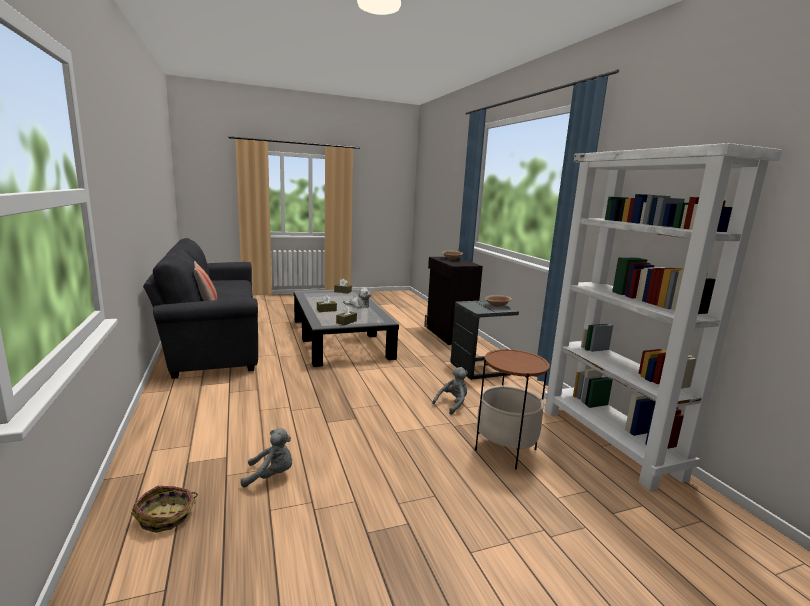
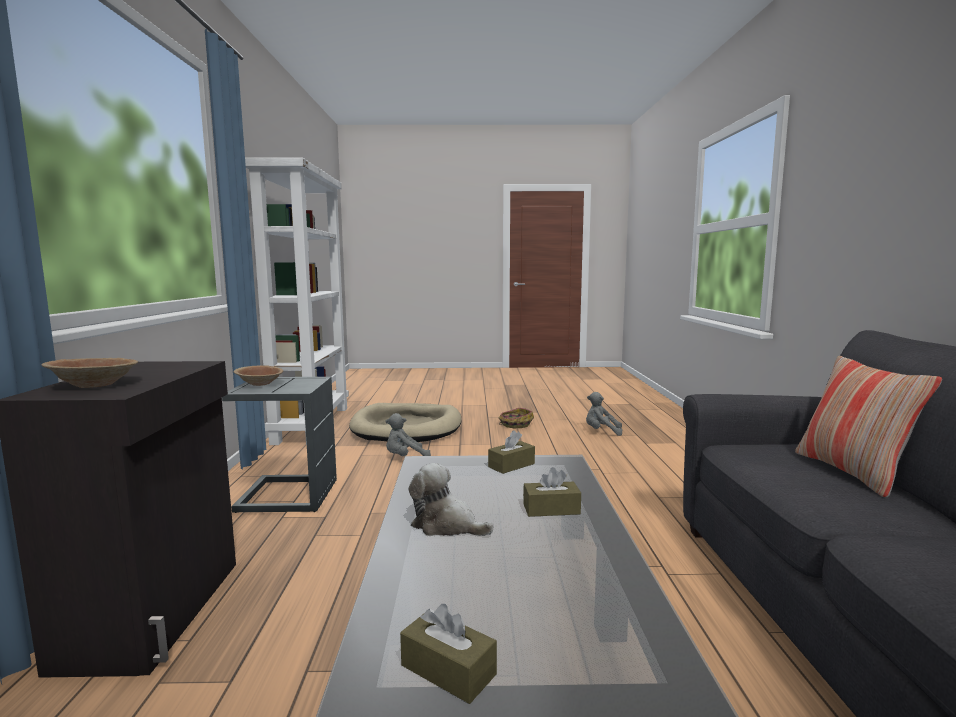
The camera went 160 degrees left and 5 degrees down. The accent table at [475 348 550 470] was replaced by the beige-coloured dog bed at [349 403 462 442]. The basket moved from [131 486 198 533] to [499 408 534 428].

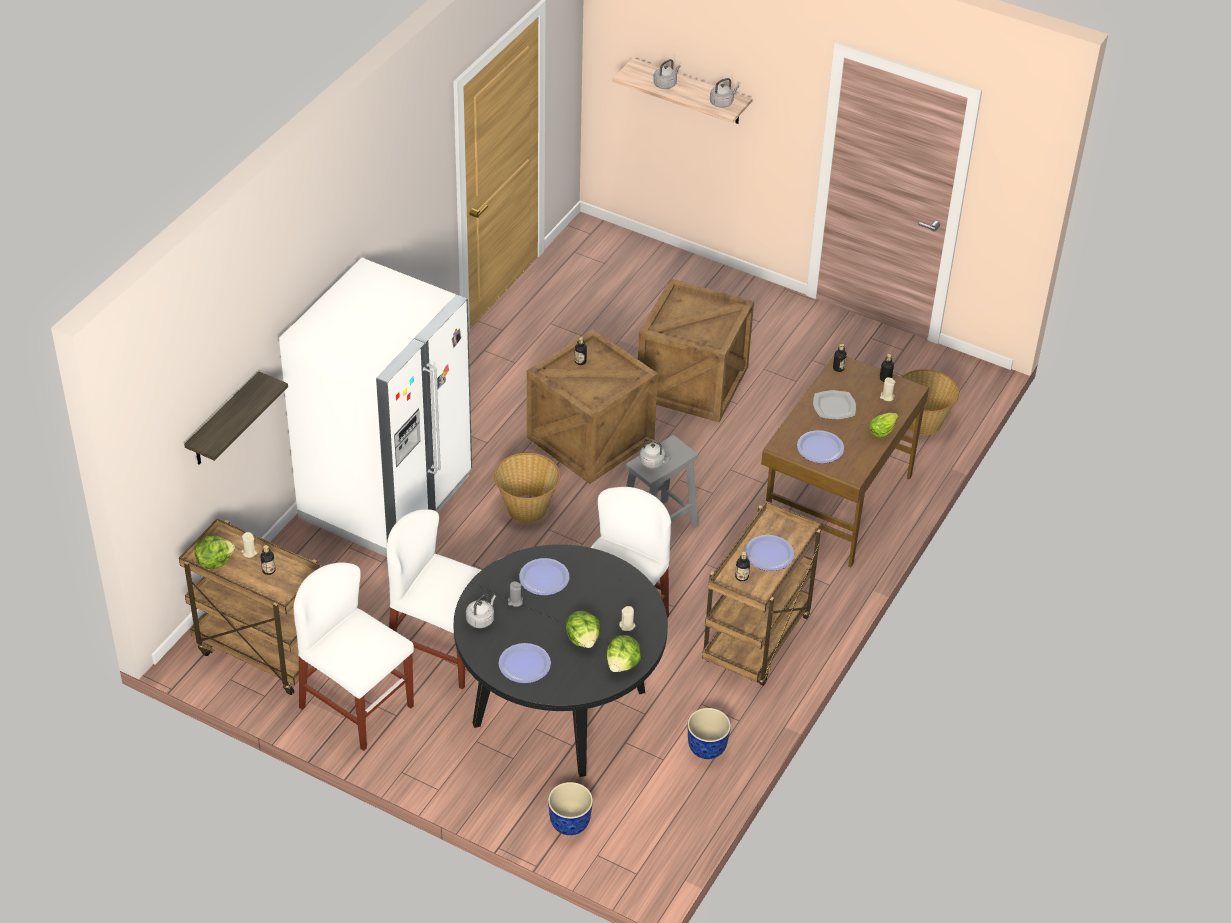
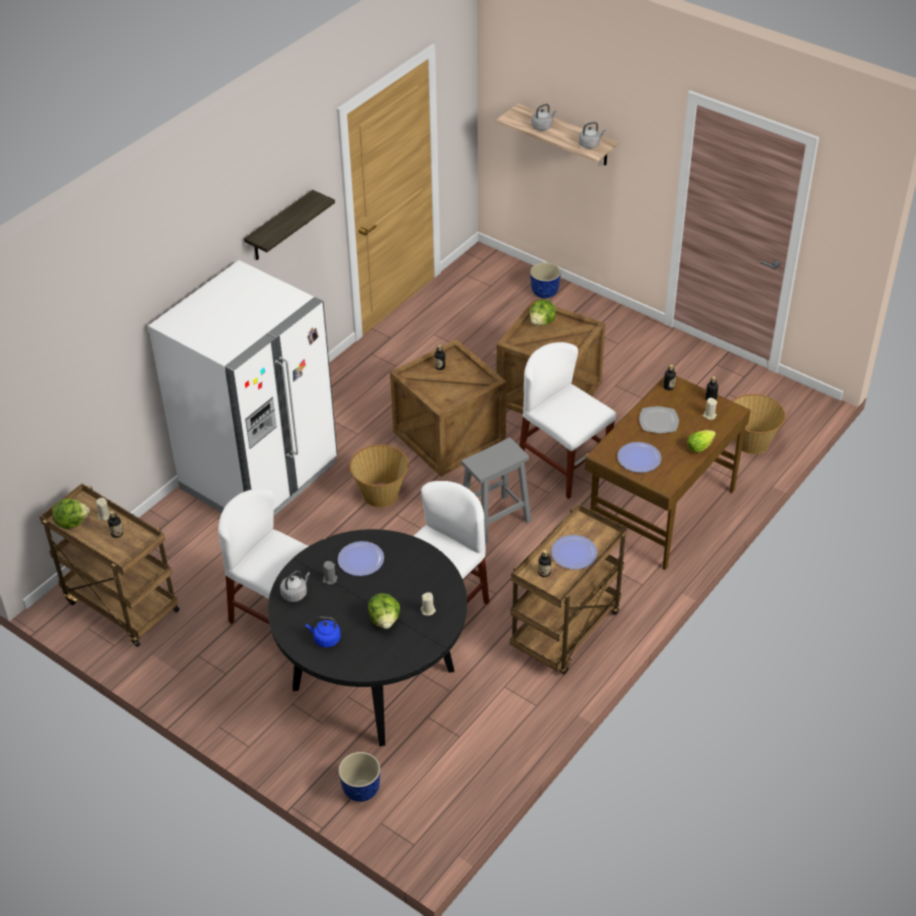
The camera went 10 degrees right and 0 degrees up. The bracket shelf moved from [184 371 288 465] to [244 190 335 260]. The flat dish at [499 643 551 683] was replaced by the blue-coloured kettle at [306 617 340 648]. The white-coloured plain chair moved from [293 562 414 751] to [519 342 616 499]. The plant pot moved from [687 708 731 759] to [530 262 561 298]. The lettuce moved from [606 635 641 672] to [530 299 556 325]. The gray kettle at [640 438 671 469] disappeared.

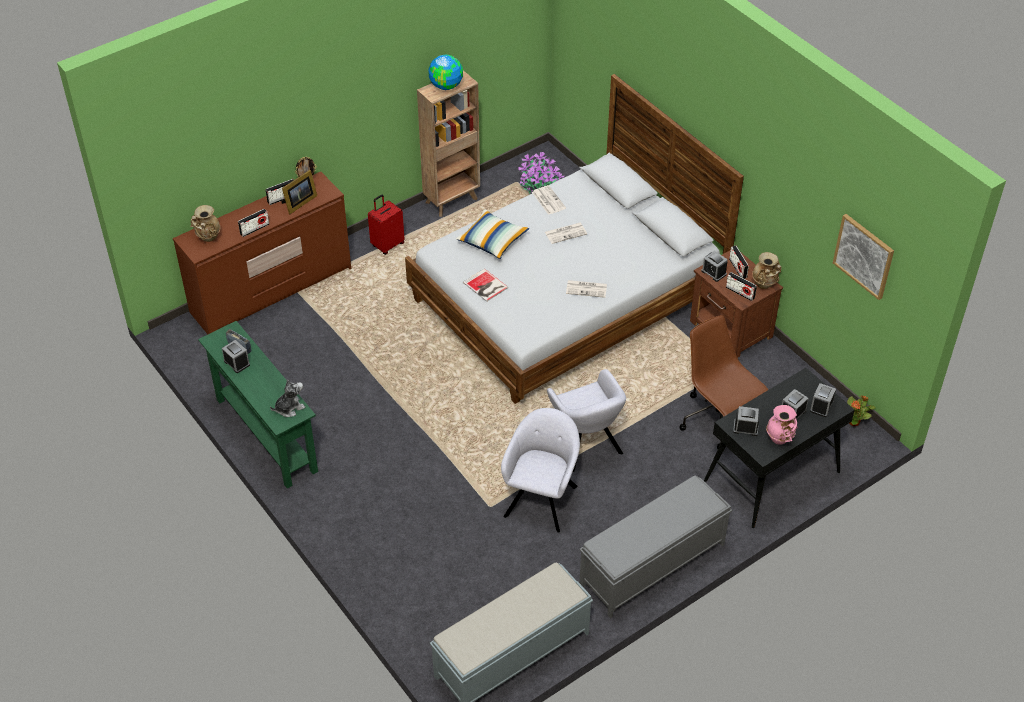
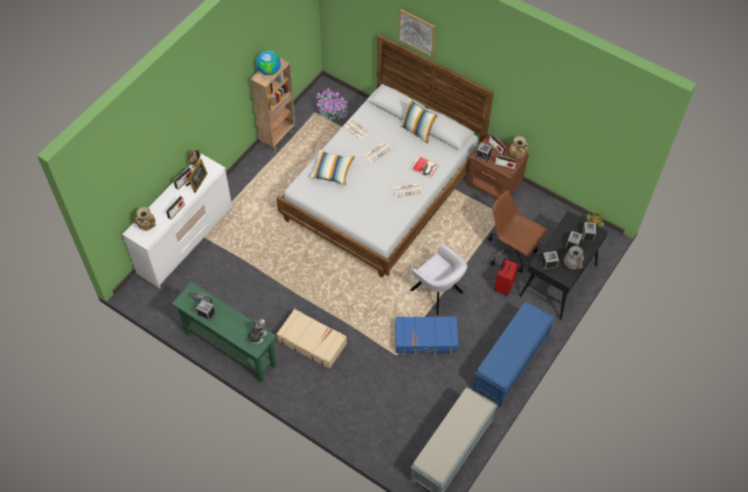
The camera went 20 degrees left and 10 degrees up. The brown-coloured drawer chest at [173 172 351 334] became the white-coloured drawer chest at [122 154 233 288]. The beige-coloured travel case at [277 309 347 369] appeared. The gray armchair at [501 408 580 533] was replaced by the blue-coloured travel case at [395 316 459 355]. The picture moved from [833 214 894 300] to [398 9 436 57]. The pillow at [400 97 438 144] appeared. The volume moved from [463 268 508 302] to [409 155 439 178]. The gray indoor bench at [579 476 732 618] became the blue-coloured indoor bench at [473 302 555 408]. The red travel case moved from [368 194 404 255] to [494 258 519 296]. The pink decorative vase at [766 405 798 445] became the gray decorative vase at [564 246 584 270].

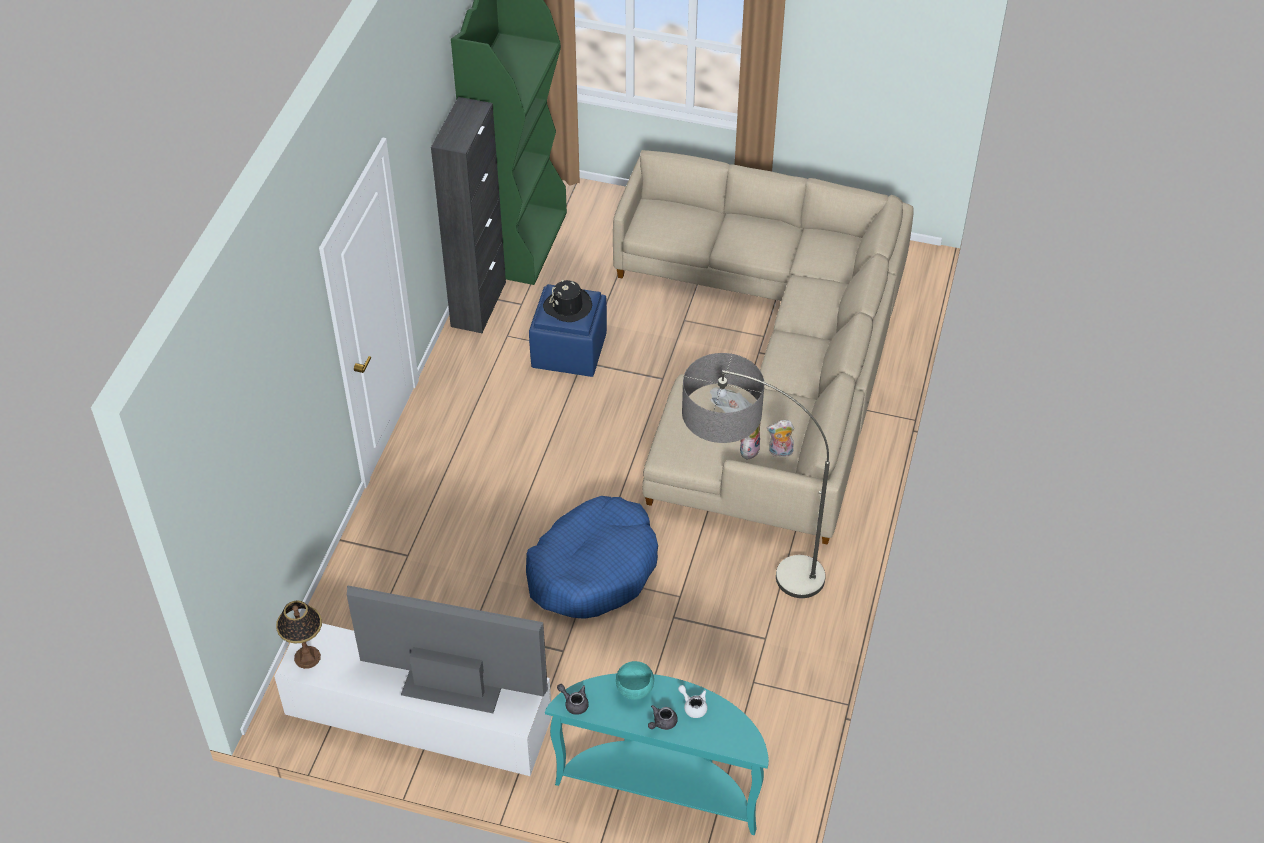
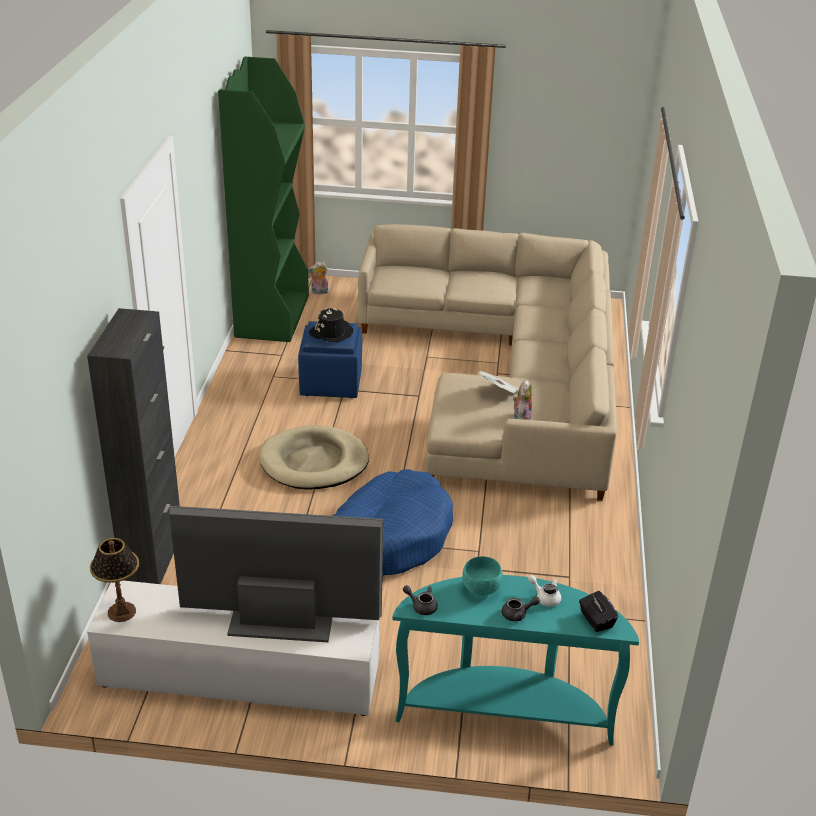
The camera went 10 degrees left and 15 degrees down. The black cupboard moved from [431 97 506 333] to [87 308 180 584]. The beige-coloured dog bed at [259 425 369 490] appeared. The soft toy moved from [767 420 794 457] to [308 261 329 295]. The gray tea pot at [648 705 678 730] turned 135 degrees counterclockwise. The black tissue holder at [579 591 618 632] appeared. The floor lamp at [682 353 830 598] disappeared.

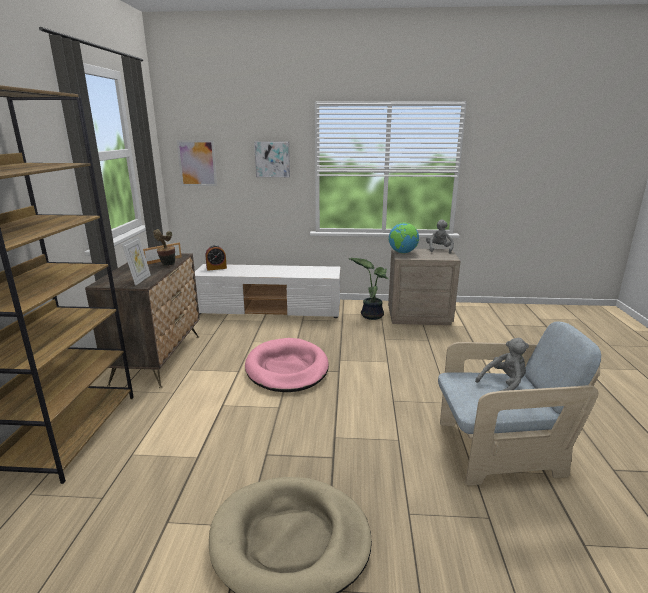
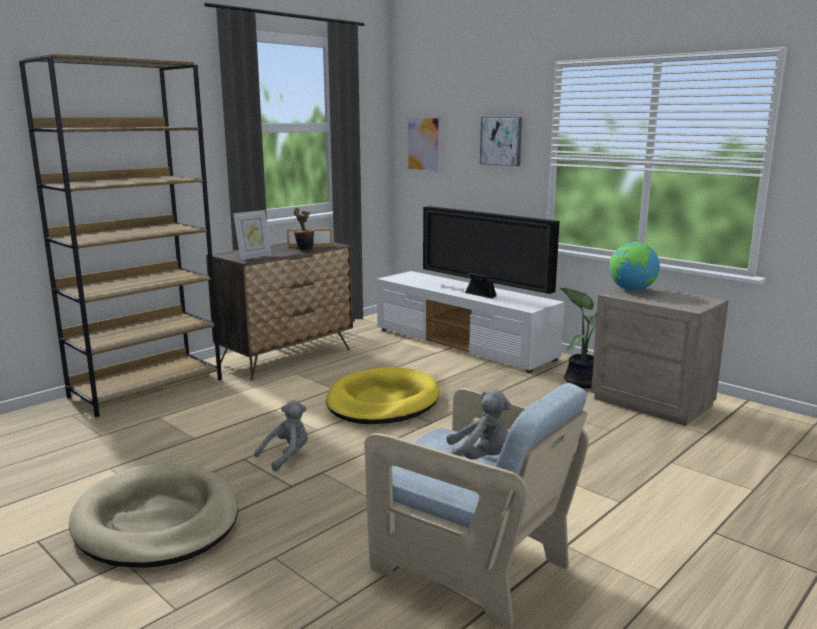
The camera went 40 degrees right and 5 degrees down. The gray soft toy moved from [426 220 454 254] to [254 401 308 471]. The pink dog bed at [245 338 329 392] became the yellowish dog bed at [326 367 439 424]. The television at [423 206 560 299] appeared. The table clock at [205 245 227 271] disappeared.

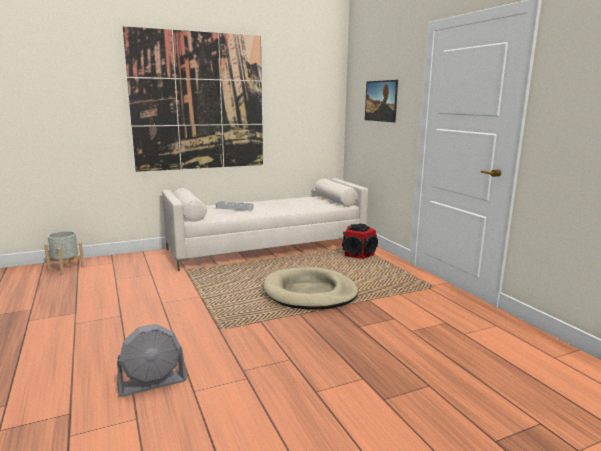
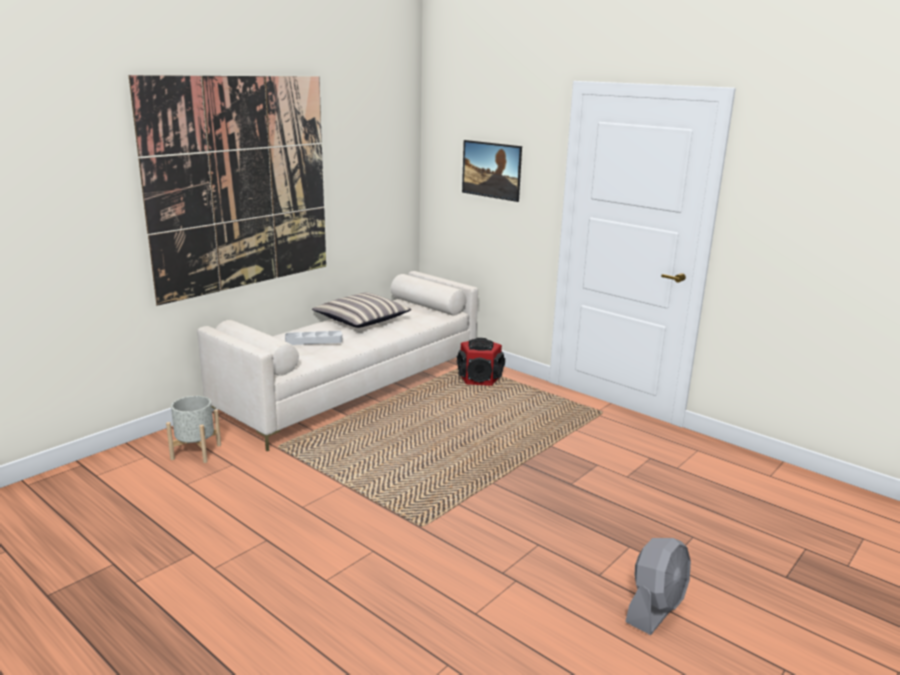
The camera went 25 degrees left and 5 degrees up. The gray plant pot moved from [44 231 85 274] to [166 396 221 463]. The pillow at [312 293 411 328] appeared. The gray fan moved from [117 324 187 397] to [625 538 691 635]. The beige-coloured dog bed at [263 267 358 310] disappeared.

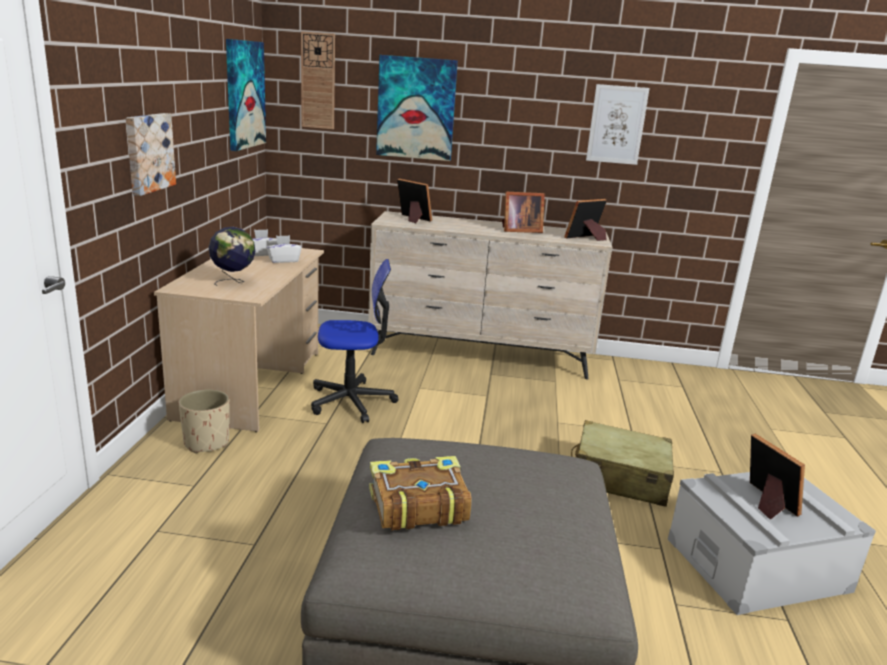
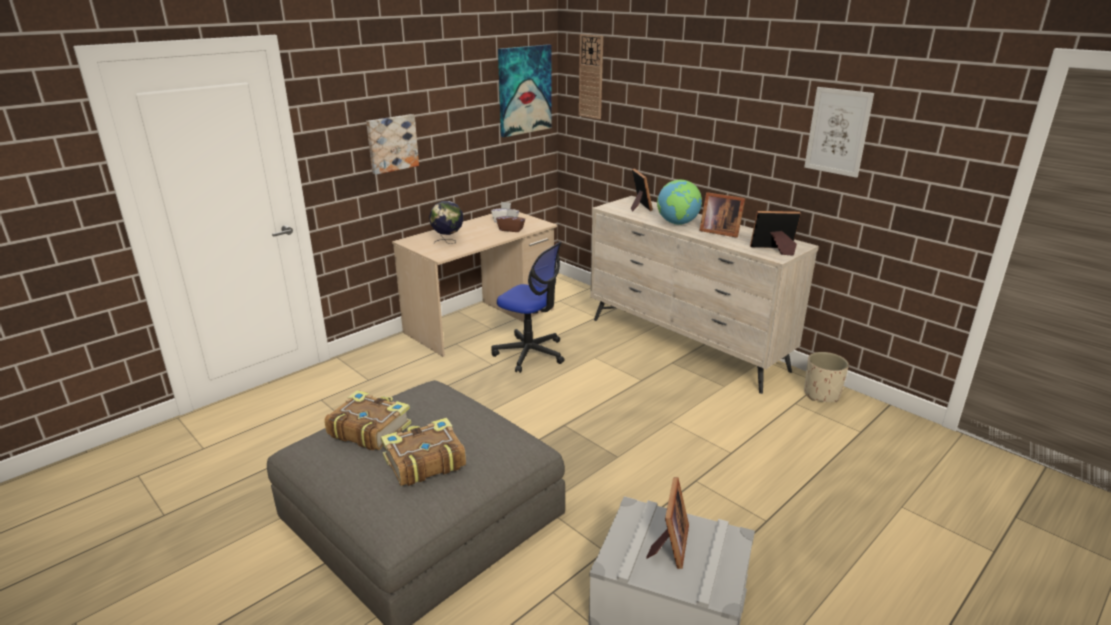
The camera went 40 degrees right and 5 degrees up. The volume at [381 418 466 486] appeared. The white-coloured tissue holder at [266 235 302 263] became the brown-coloured tissue holder at [496 209 525 232]. The desk globe at [657 180 702 225] appeared. The beige-coloured plant pot moved from [179 389 230 454] to [804 352 849 402]. The picture at [376 55 458 161] disappeared. The beige-coloured travel case at [571 420 674 507] disappeared.

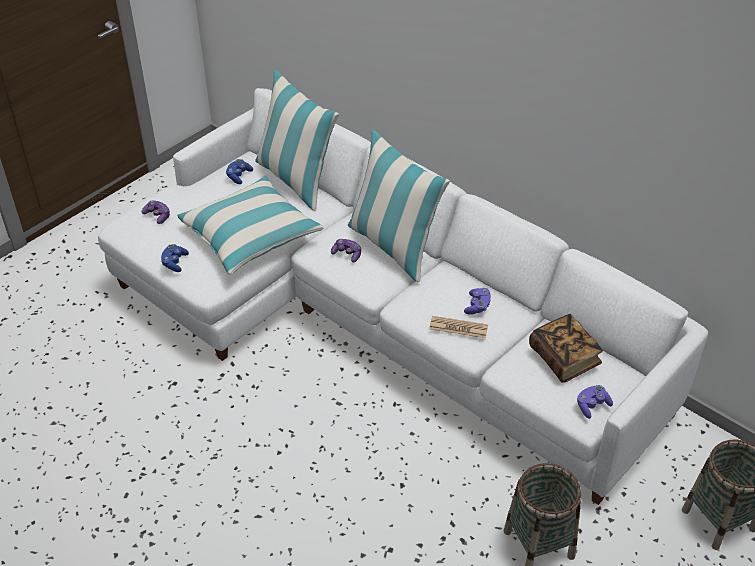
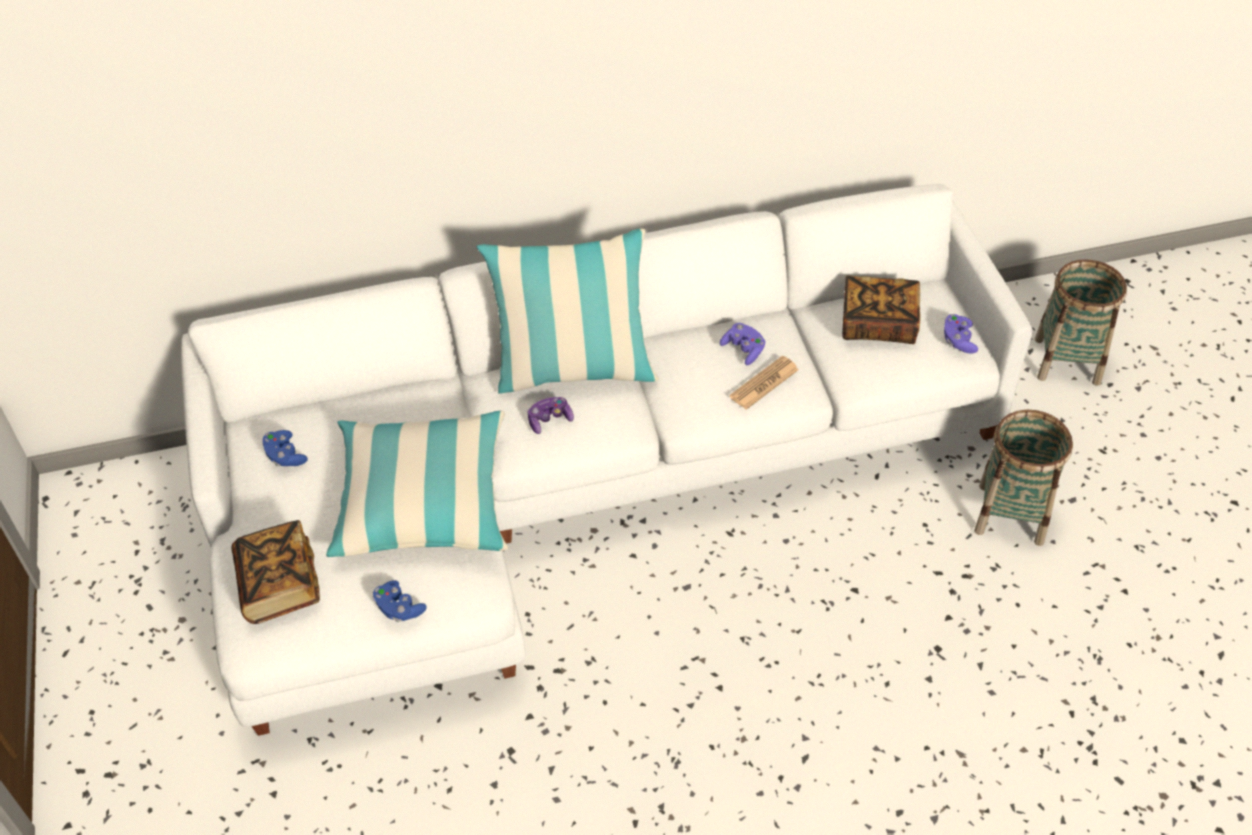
The camera went 55 degrees left and 5 degrees up. The gamepad at [142 200 170 224] was replaced by the volume at [231 520 320 624]. The pillow at [255 70 339 211] disappeared.

